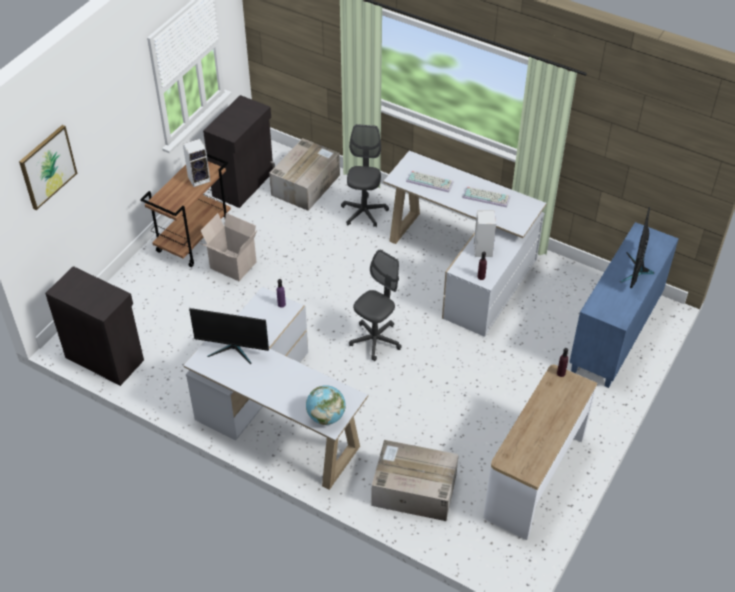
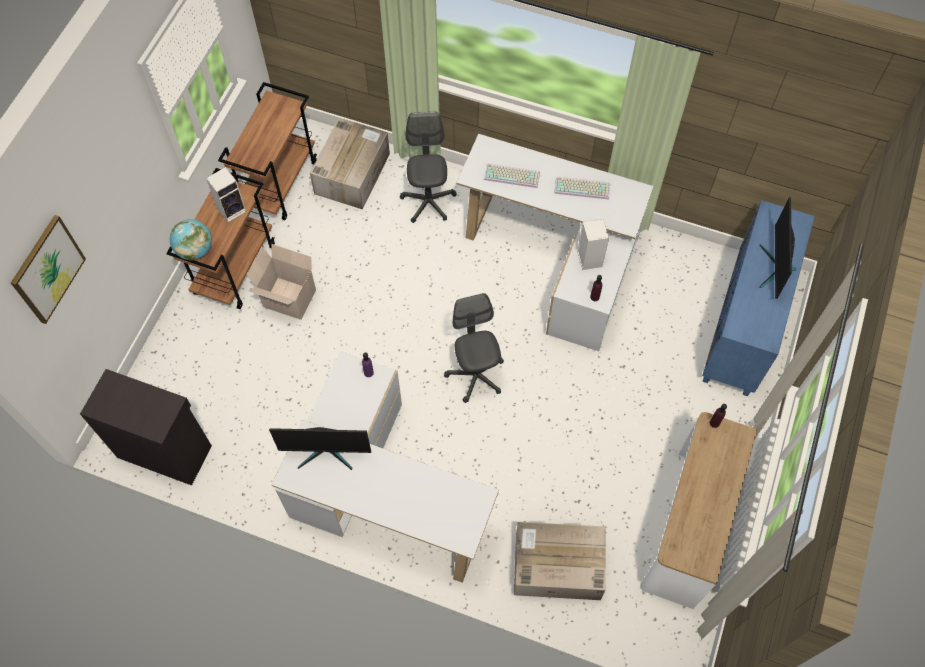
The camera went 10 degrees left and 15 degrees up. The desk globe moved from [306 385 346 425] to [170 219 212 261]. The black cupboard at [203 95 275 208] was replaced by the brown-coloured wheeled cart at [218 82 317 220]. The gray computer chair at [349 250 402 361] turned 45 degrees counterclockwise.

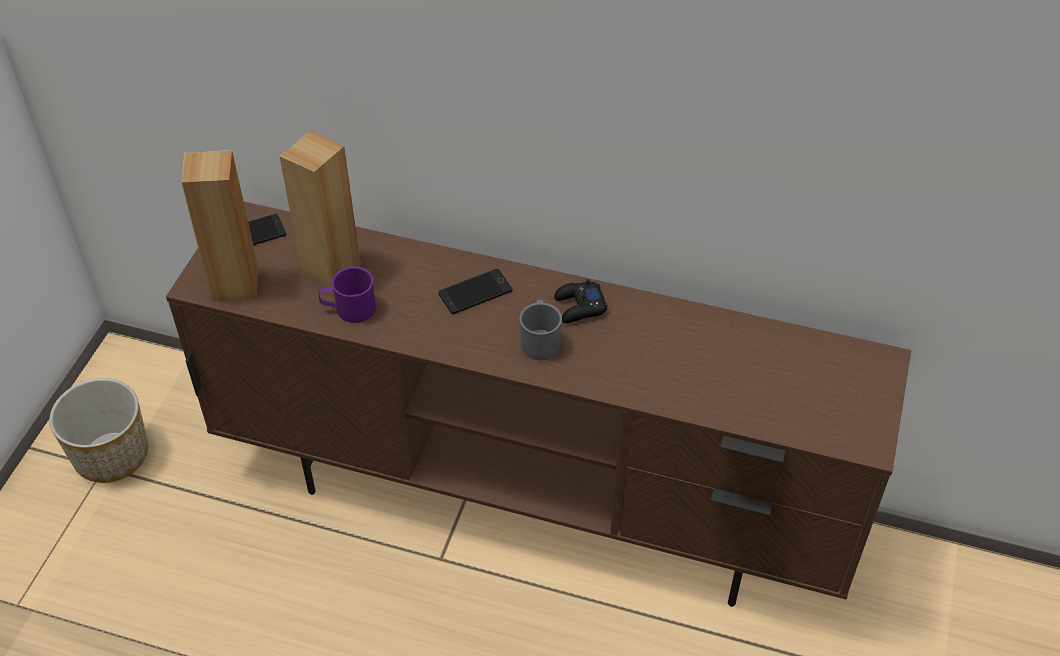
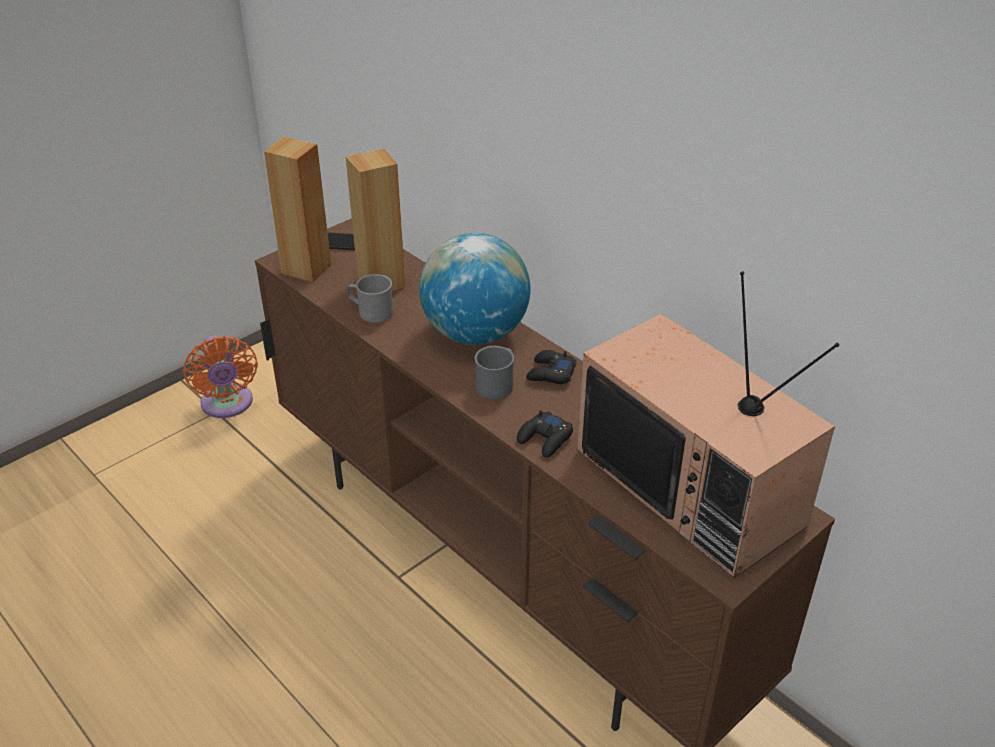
The camera went 30 degrees right and 10 degrees down. The plant pot at [49 378 148 483] was replaced by the orangey fan at [183 335 258 418]. The purple-coloured mug at [319 266 376 323] became the gray mug at [347 274 394 323]. The telephone at [438 269 512 314] was replaced by the desk globe at [419 233 531 345]. The black gamepad at [517 410 573 458] appeared. The television at [577 272 839 578] appeared.

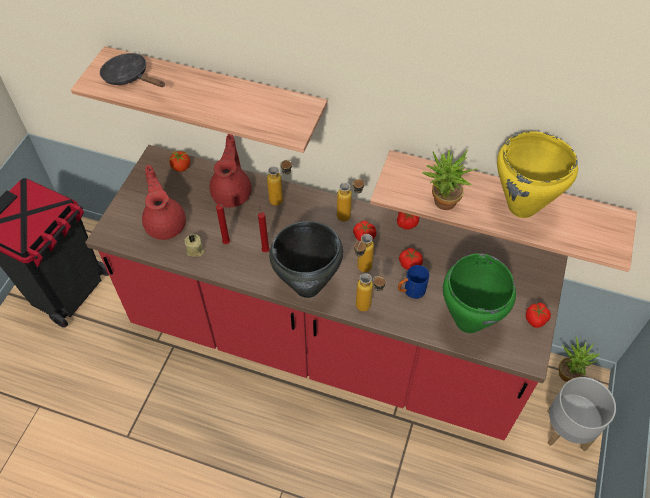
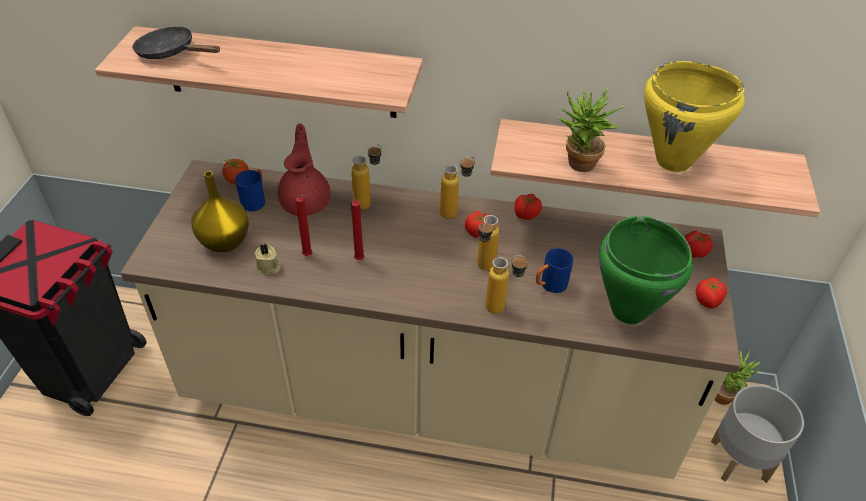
The camera went 10 degrees left and 10 degrees down. The red kitchen base unit at [85 145 568 440] became the beige-coloured kitchen base unit at [120 160 740 479]. The red tea pot at [142 165 186 240] was replaced by the yellowish decorative vase at [191 171 249 252]. The blue-coloured mug at [235 169 265 212] appeared. The tomato moved from [399 248 423 270] to [684 231 713 258]. The black cooking pot at [269 221 343 298] disappeared.

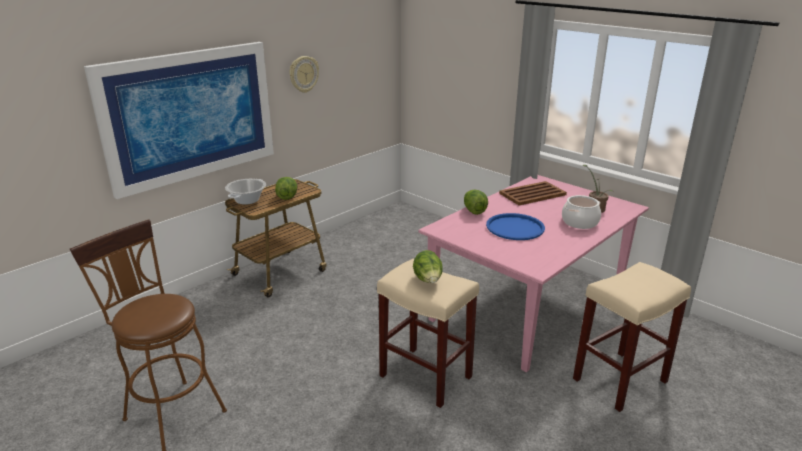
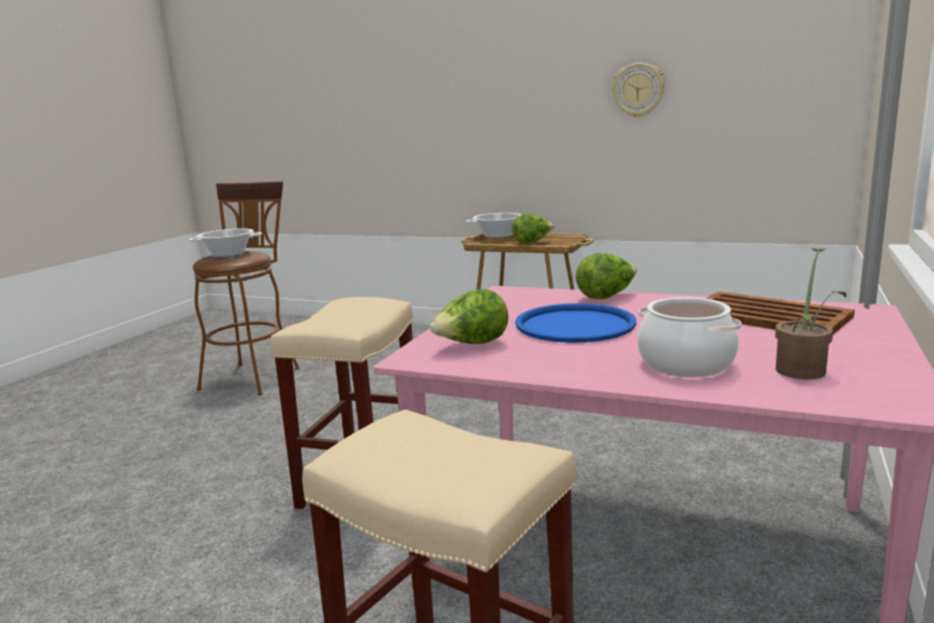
The camera went 70 degrees right and 10 degrees down. The cooking pot at [188 229 262 257] appeared. The lettuce moved from [413 250 443 283] to [430 289 508 344]. The picture at [84 42 274 199] disappeared.

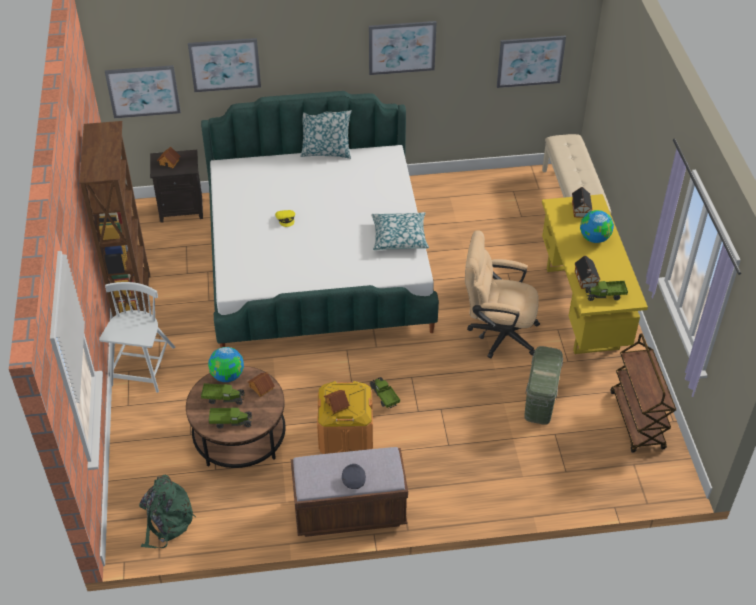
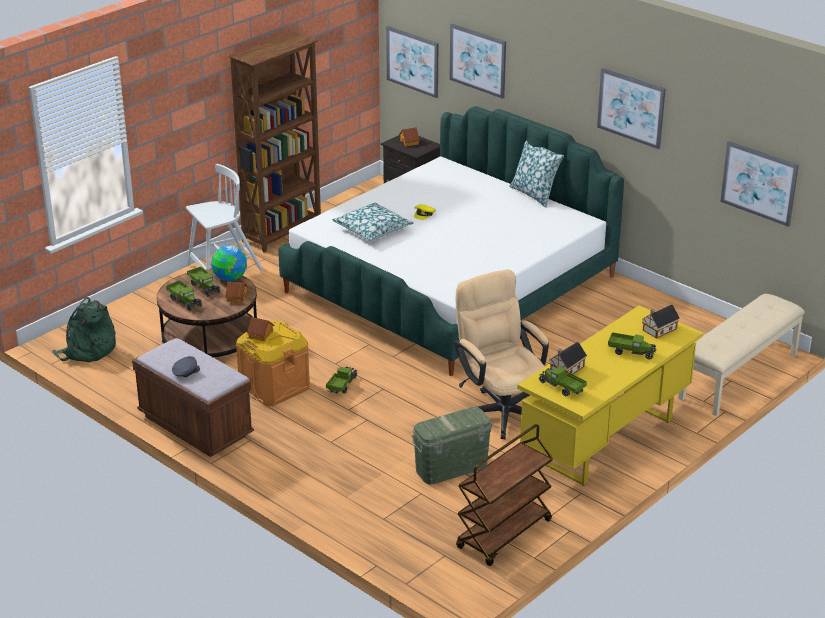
The camera went 50 degrees right and 15 degrees down. The pillow moved from [371 212 429 250] to [332 203 414 241]. The desk globe at [580 210 614 243] was replaced by the model truck at [608 332 656 360].

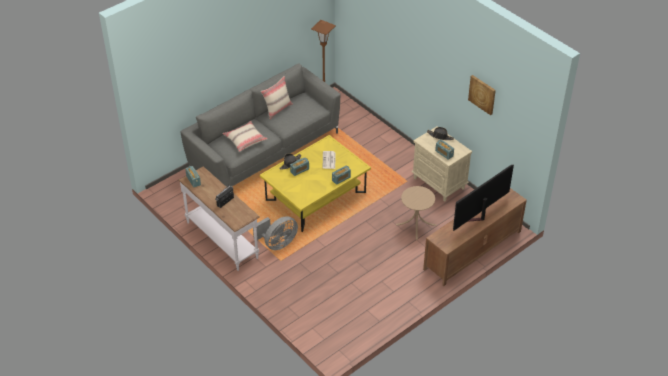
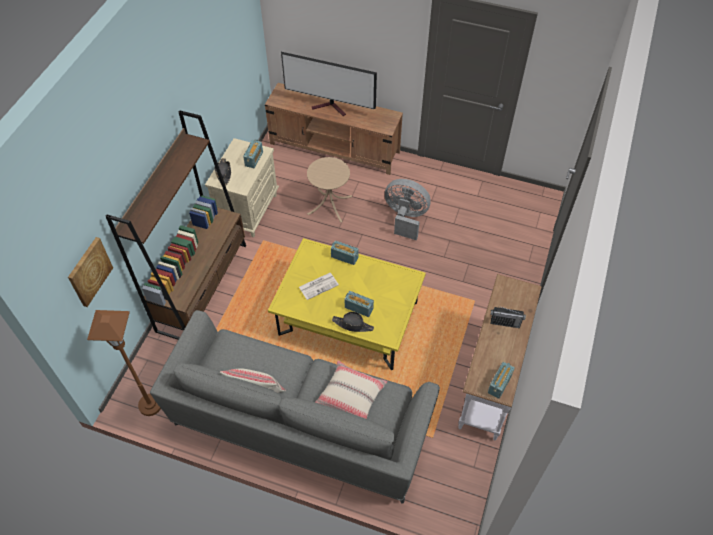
The camera went 120 degrees left and 10 degrees up. The picture moved from [468 75 496 115] to [68 237 113 307]. The brown-coloured shelving unit at [106 110 246 340] appeared. The gray fan moved from [253 216 298 250] to [385 179 431 240].

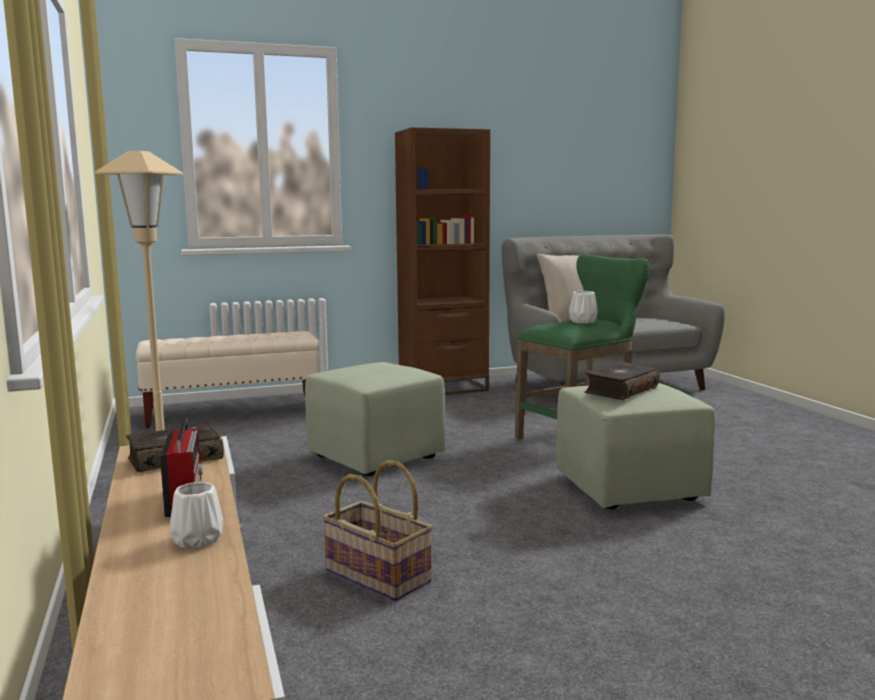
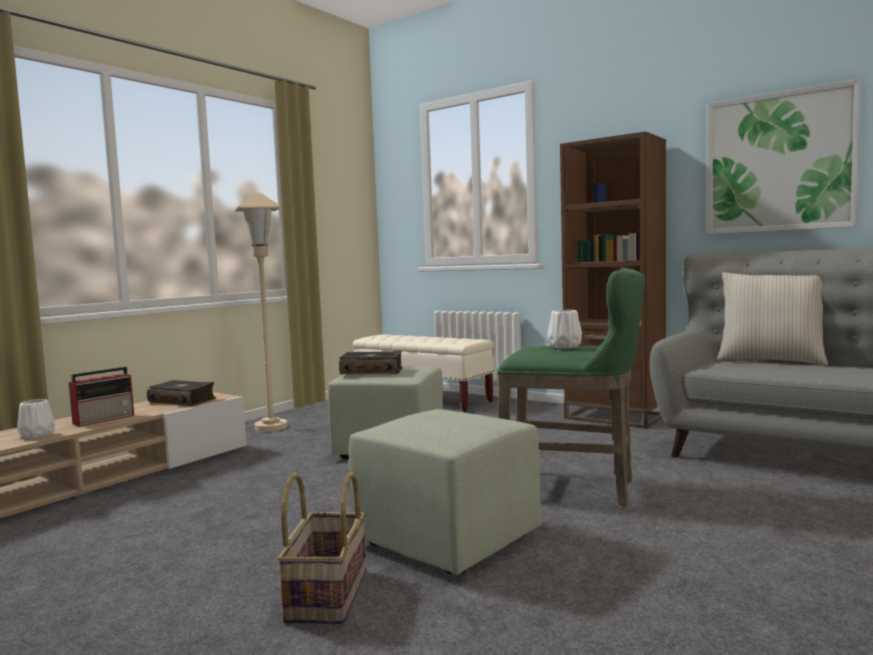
The camera went 55 degrees right and 5 degrees down. The basket moved from [322 460 433 602] to [277 472 367 624]. The volume moved from [584 361 660 400] to [339 351 403 374]. The picture at [707 79 862 234] appeared.

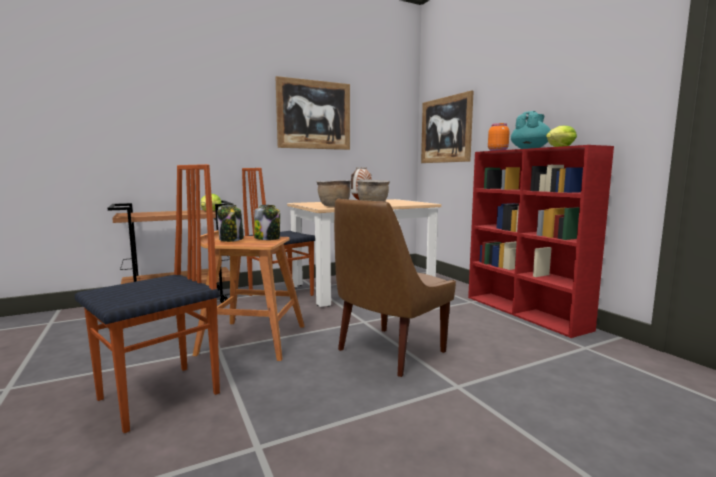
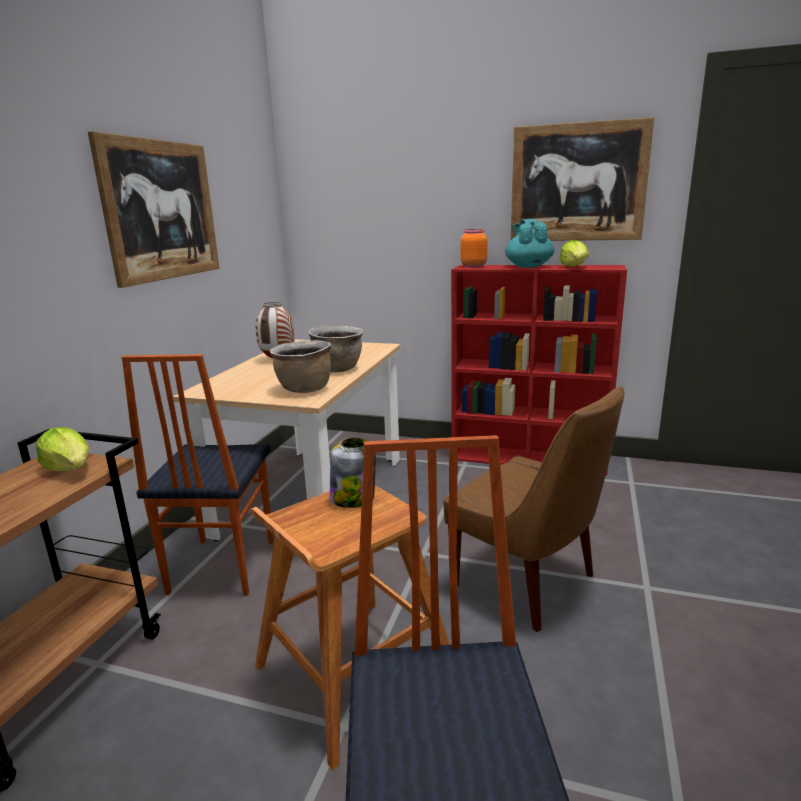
The camera went 45 degrees left and 10 degrees up. The brown-coloured plain chair at [334 199 456 377] turned 45 degrees counterclockwise. The picture moved from [421 91 474 163] to [511 117 654 241]. The preserve jar at [217 204 244 242] disappeared.

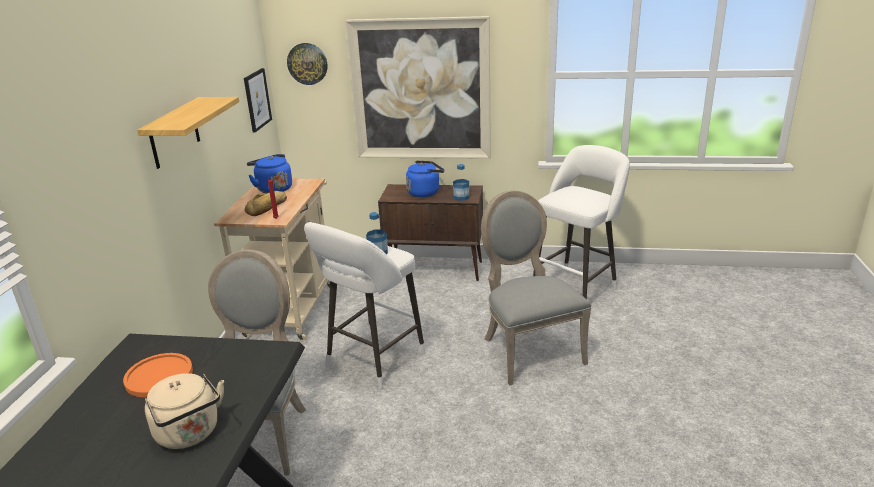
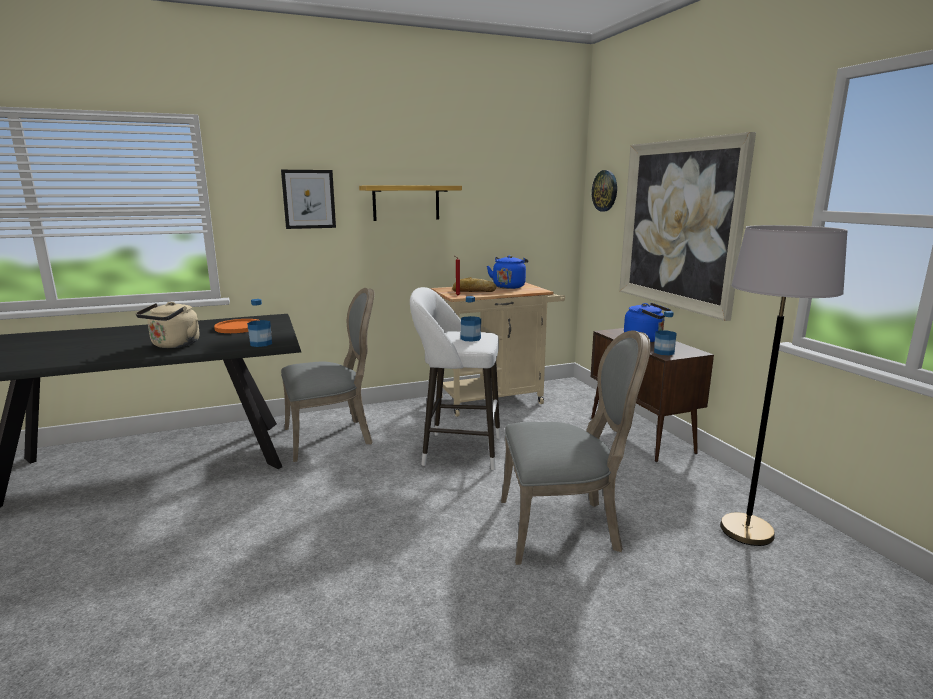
The camera went 60 degrees right and 10 degrees down. The beverage bottle at [247 299 272 347] appeared. The picture moved from [244 68 272 133] to [281 170 336 229]. The gray plain chair at [481 190 592 386] turned 45 degrees clockwise. The white-coloured sitting stool at [533 145 630 299] was replaced by the gray floor lamp at [720 225 848 546].

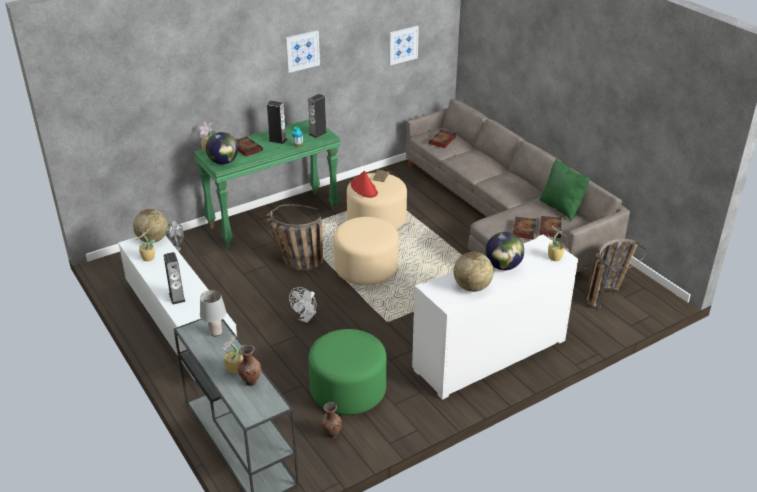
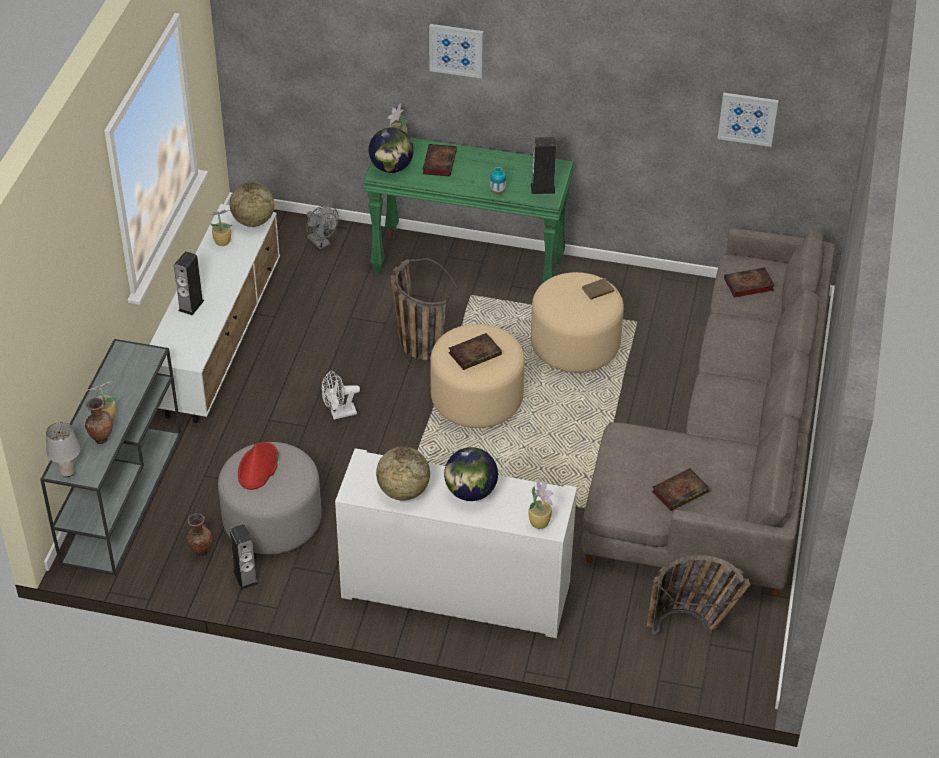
The camera went 45 degrees right and 10 degrees up. The gray table lamp moved from [200 290 226 337] to [46 422 80 477]. The green-coloured pouffe at [308 329 387 415] became the gray pouffe at [218 442 321 554]. The speaker moved from [267 101 287 144] to [230 524 258 590]. The red clothing hat moved from [351 170 378 198] to [238 442 279 490]. The picture moved from [285 30 320 73] to [429 24 483 79]. The volume moved from [513 217 536 239] to [448 333 502 370]. The green-coloured pillow at [540 159 590 221] disappeared.

